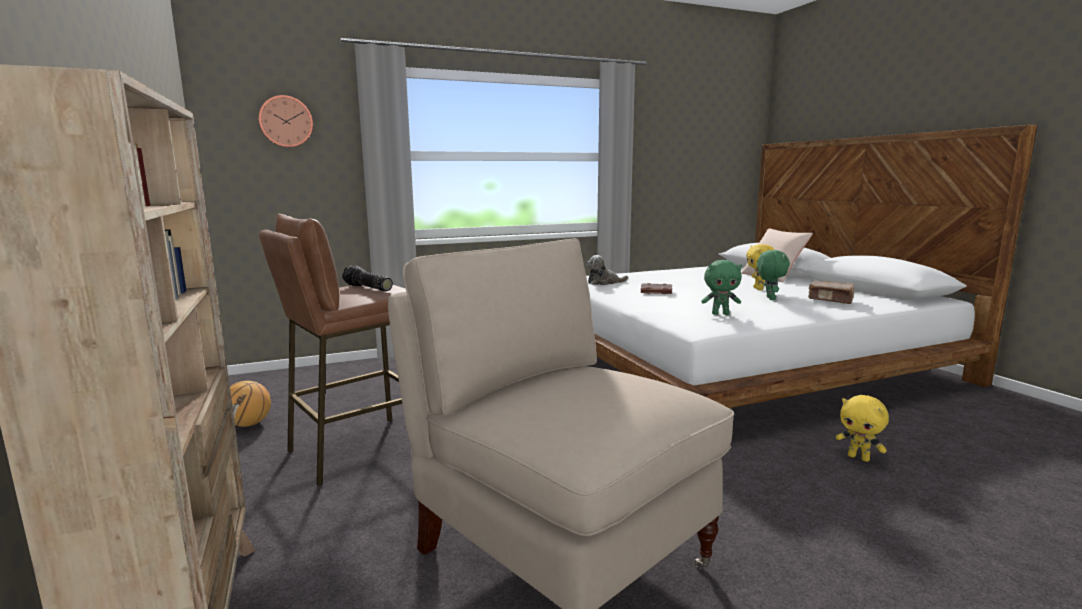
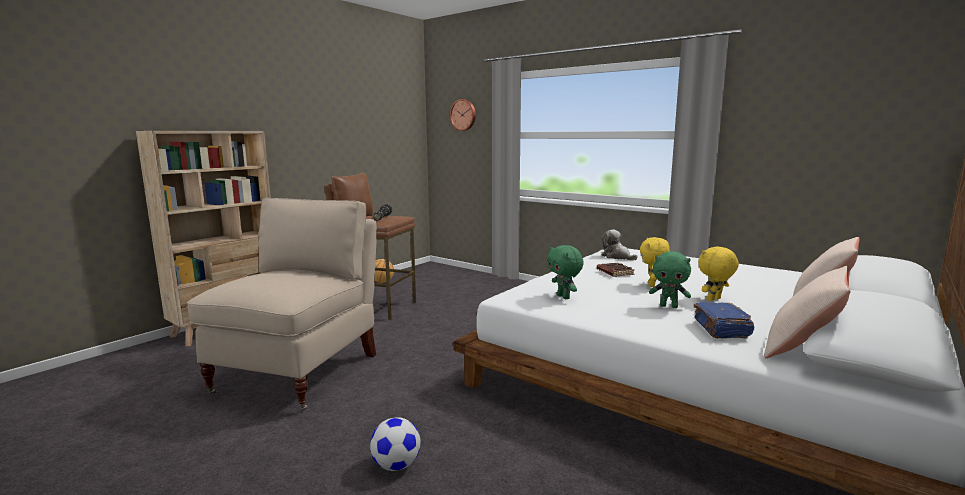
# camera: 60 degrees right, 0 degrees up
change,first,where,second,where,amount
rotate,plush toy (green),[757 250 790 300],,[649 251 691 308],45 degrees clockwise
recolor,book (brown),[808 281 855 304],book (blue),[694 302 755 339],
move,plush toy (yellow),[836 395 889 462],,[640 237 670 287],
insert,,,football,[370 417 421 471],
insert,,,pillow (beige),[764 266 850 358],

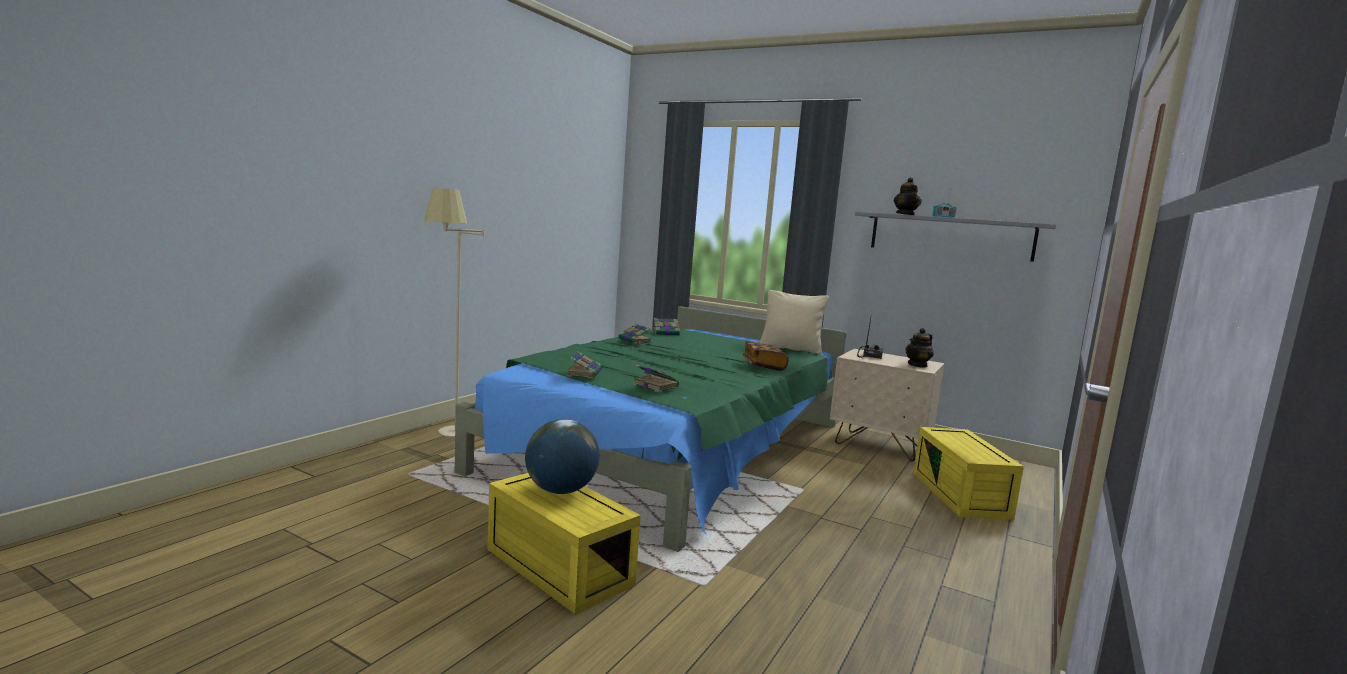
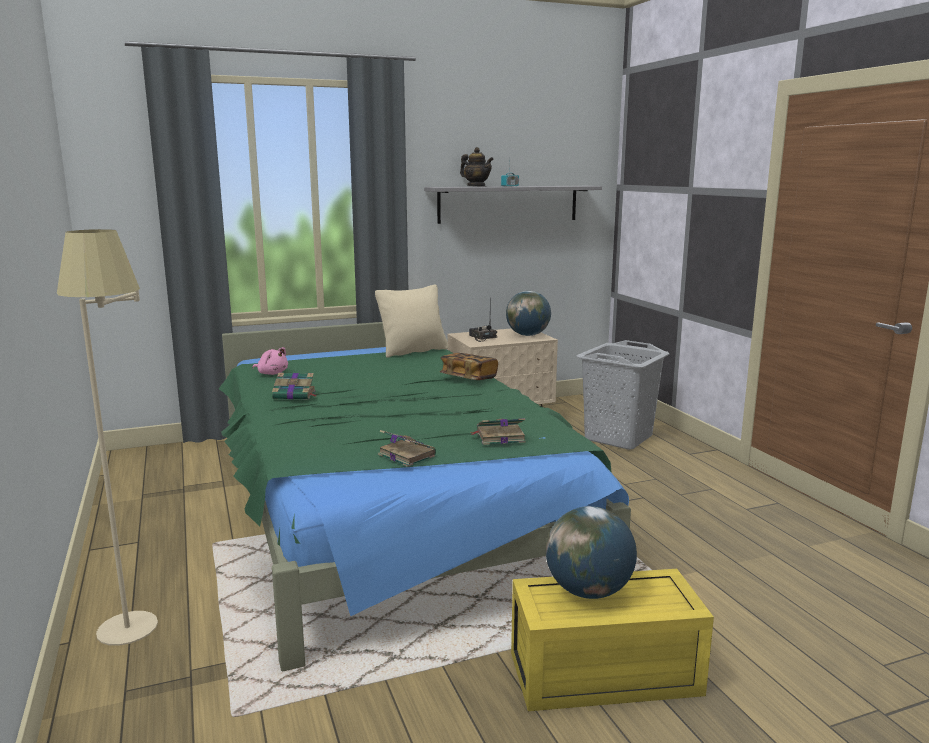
# camera: 50 degrees left, 5 degrees up
change,first,where,second,where,amount
replace,book,[653 318 683 335],plush toy (pink),[252 347 288 375],
replace,teapot,[906 328 934 368],globe,[506 291 551 336],
replace,storage box (yellow),[913 427 1024 520],laundry basket (grey),[577 340 670 450],

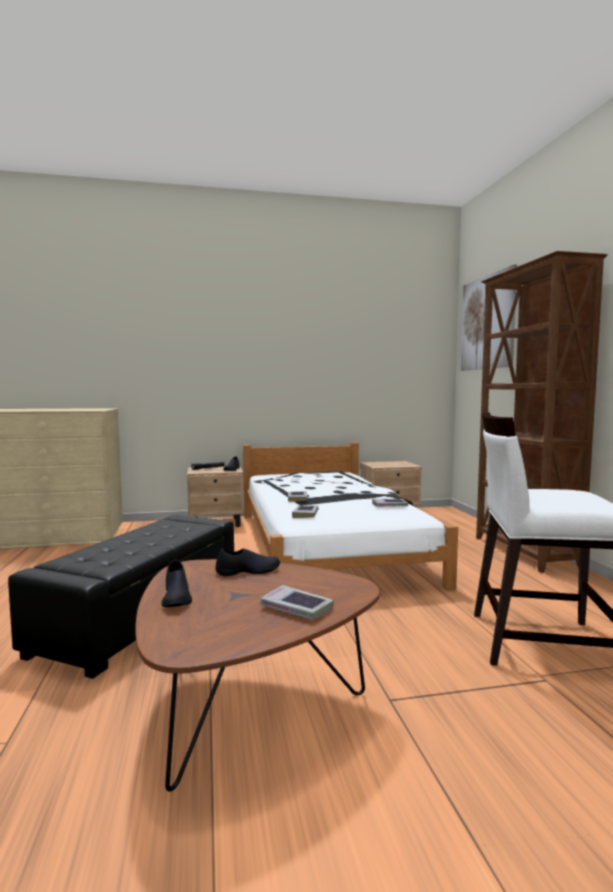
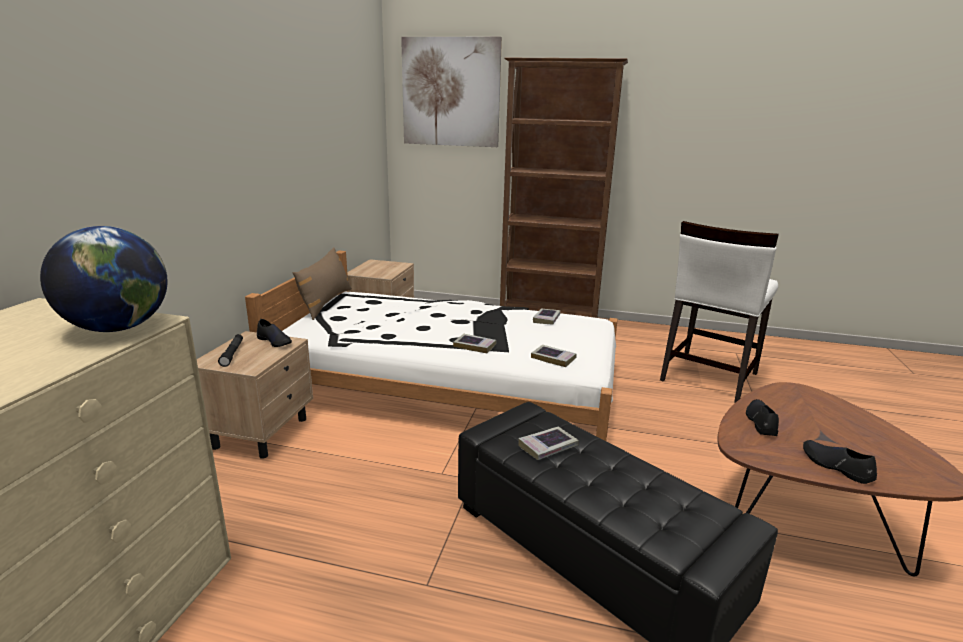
# camera: 65 degrees left, 15 degrees up
change,first,where,second,where,amount
rotate,shoe (black),[162 560 192 607],,[803 440 877 484],135 degrees counterclockwise
move,book,[261 585 334 620],,[518 427 579 460],
insert,,,globe,[40 226 167 332],
insert,,,pillow (brown),[293 247 352 320],

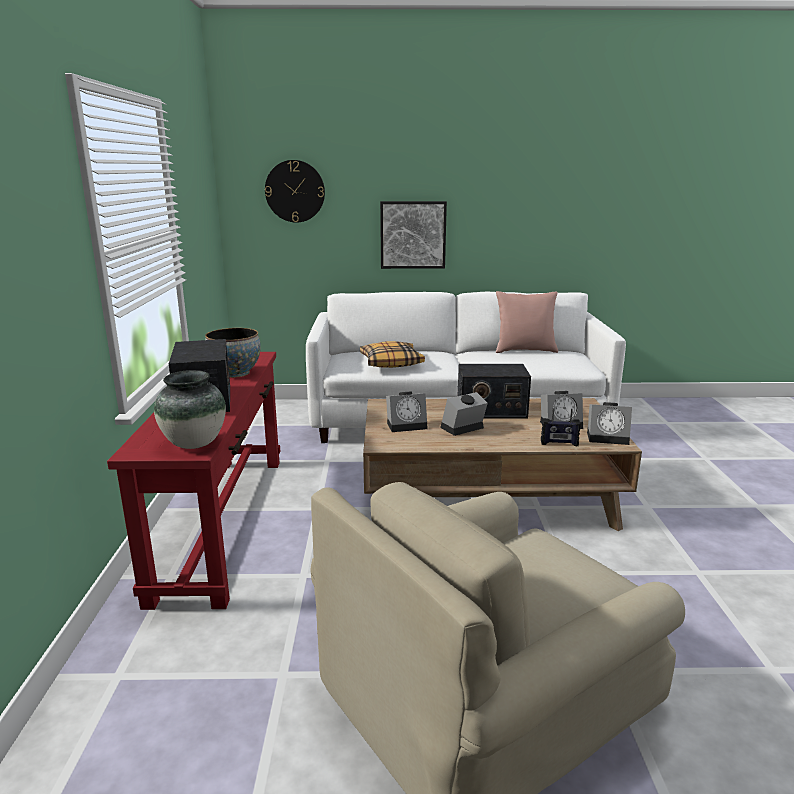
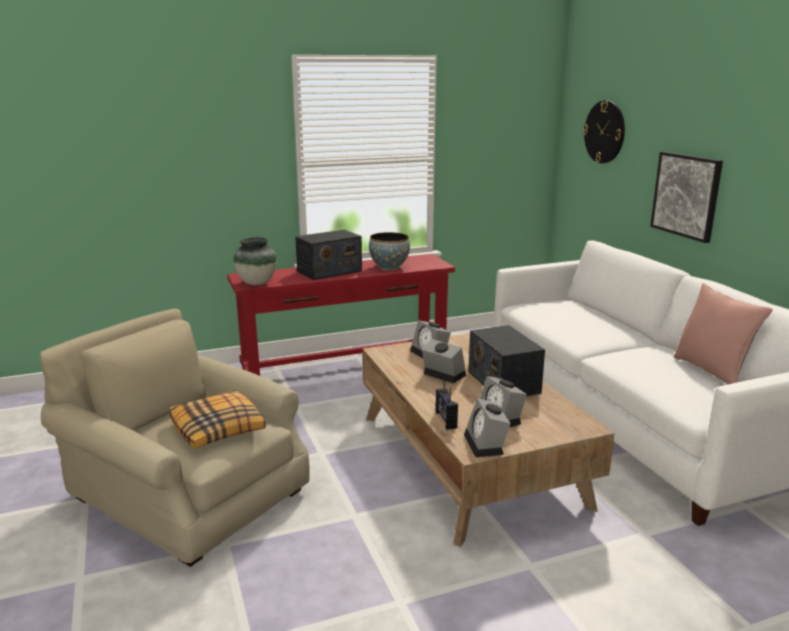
# camera: 70 degrees right, 0 degrees up
change,first,where,second,where,amount
move,pillow,[360 341 425 368],,[170 390 266 448],

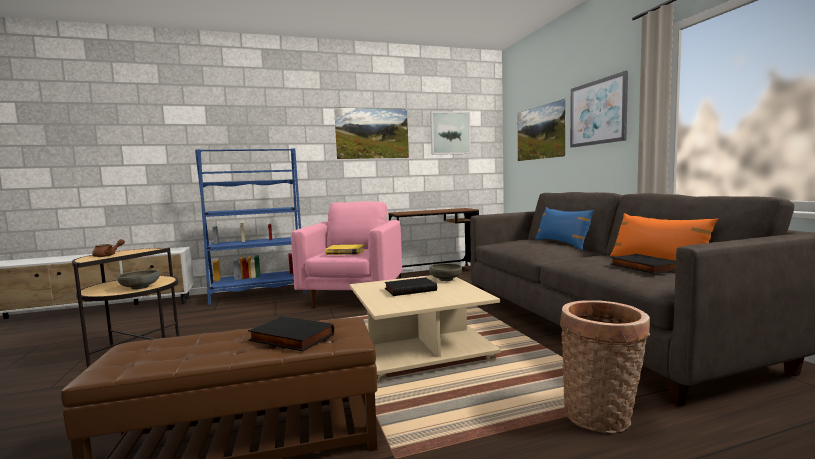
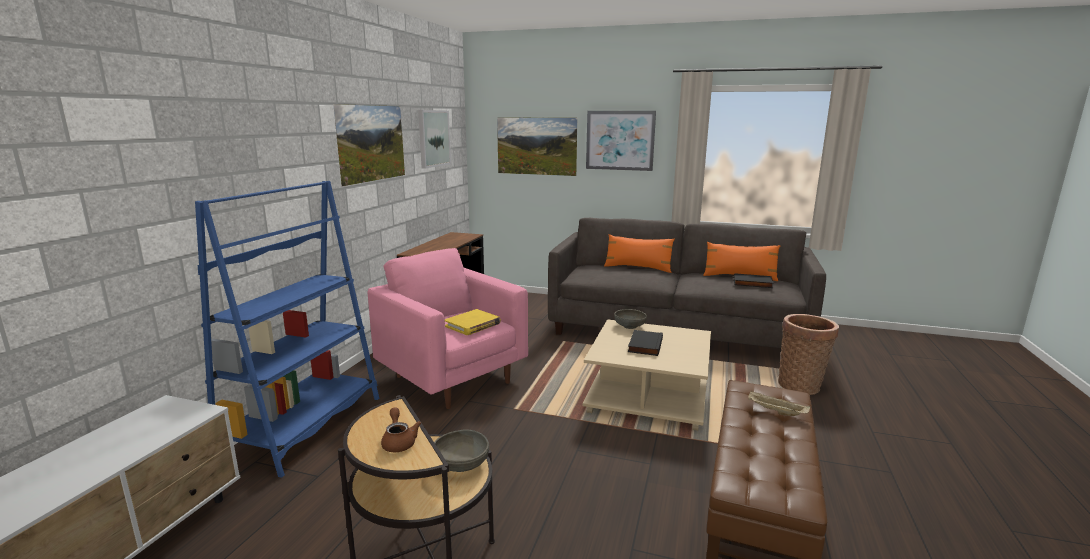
# camera: 55 degrees left, 10 degrees up
change,first,where,second,where,amount
replace,book (black),[248 316 334 351],tray (beige),[748 391 810 416],
recolor,pillow (blue),[535 207 595 250],pillow (orange),[604 234 675 273],

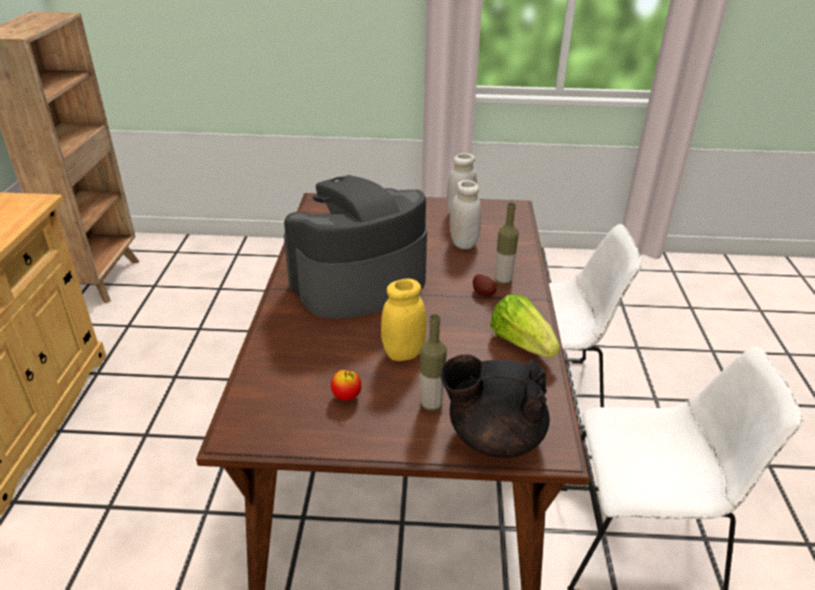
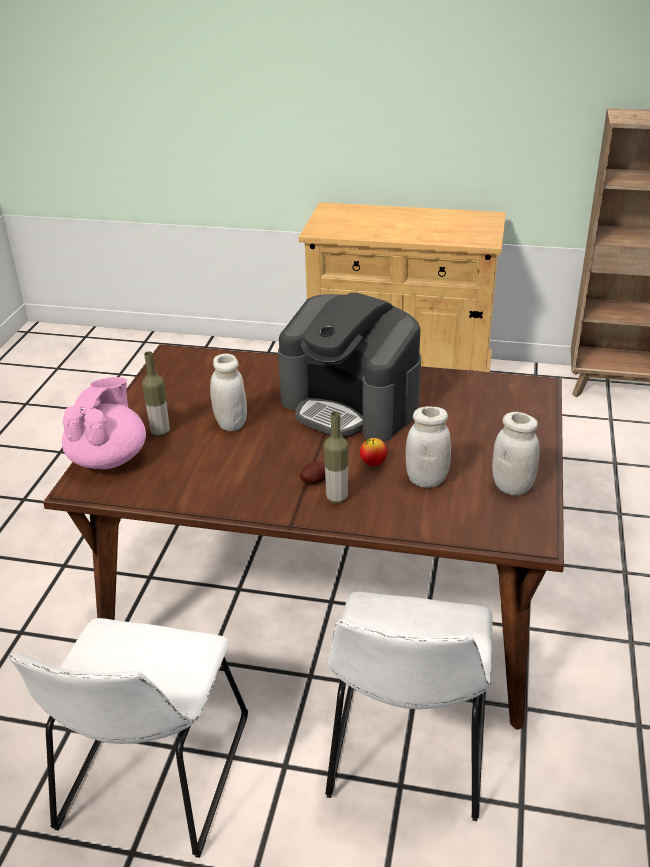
# camera: 100 degrees right, 0 degrees up
change,first,where,second,where,amount
rotate,coffee machine,[284 175 427 319],,[278 293 421 442],150 degrees clockwise
move,apple,[331 370 361 401],,[360 438 387 466],
recolor,jar (yellow),[381 279 426 361],jar (white),[210 354 247 431],
recolor,teapot (black),[441 355 550 458],teapot (pink),[62 377 146 470],
delete,lettuce,[490 294 560 358],,,

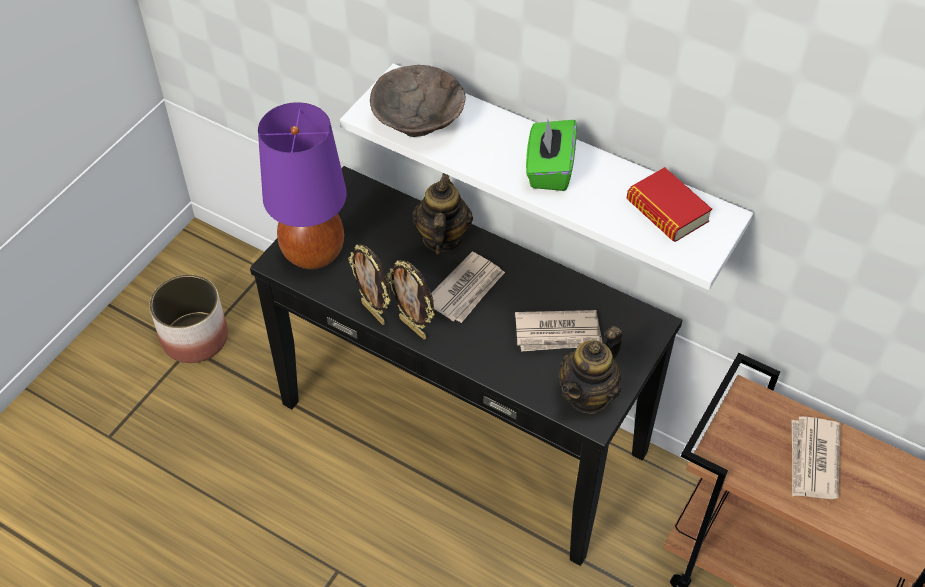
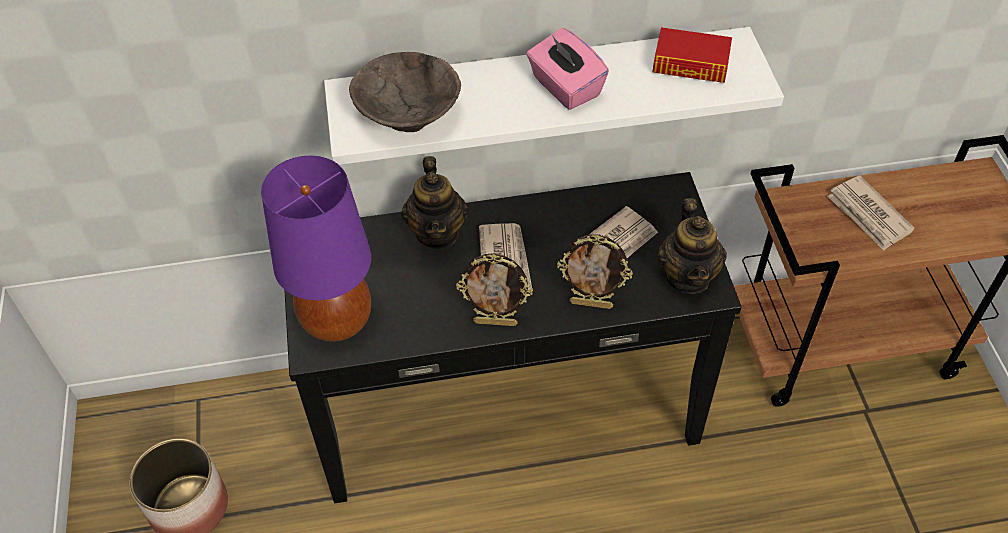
# camera: 40 degrees left, 0 degrees up
change,first,where,second,where,amount
move,picture frame,[348 245 391 325],,[557 234 633 309],
rotate,teapot,[412 173 473 255],,[401 156 468 249],150 degrees counterclockwise
recolor,tissue box (green),[526 119 577 191],tissue box (pink),[526 28 609 110],

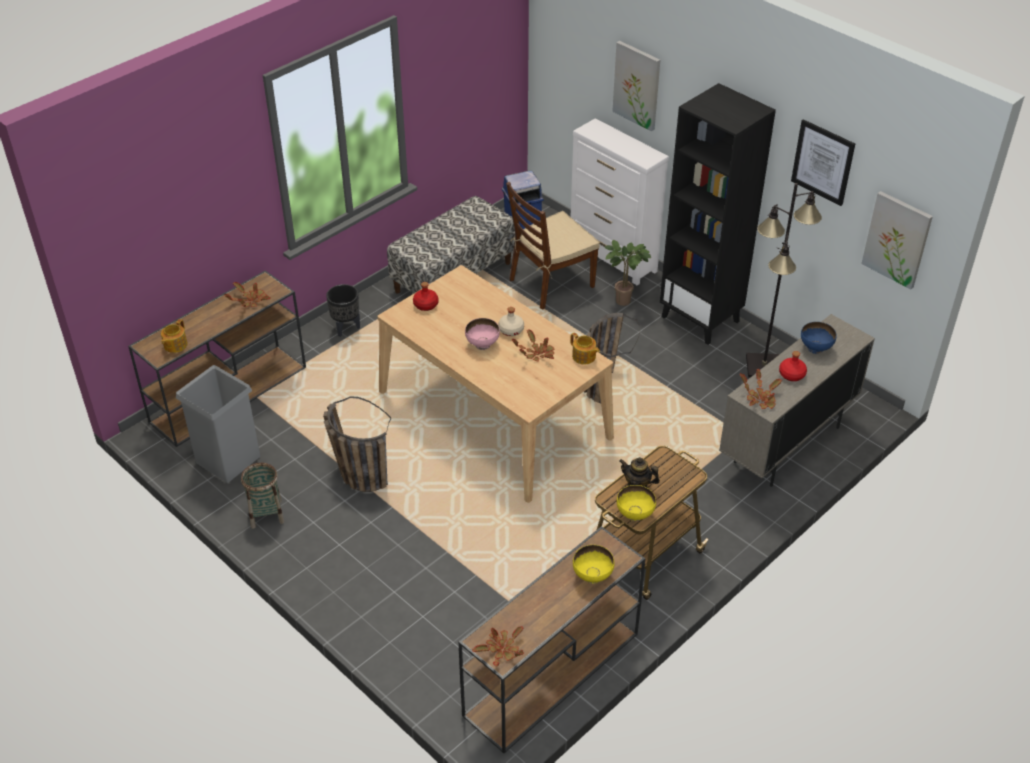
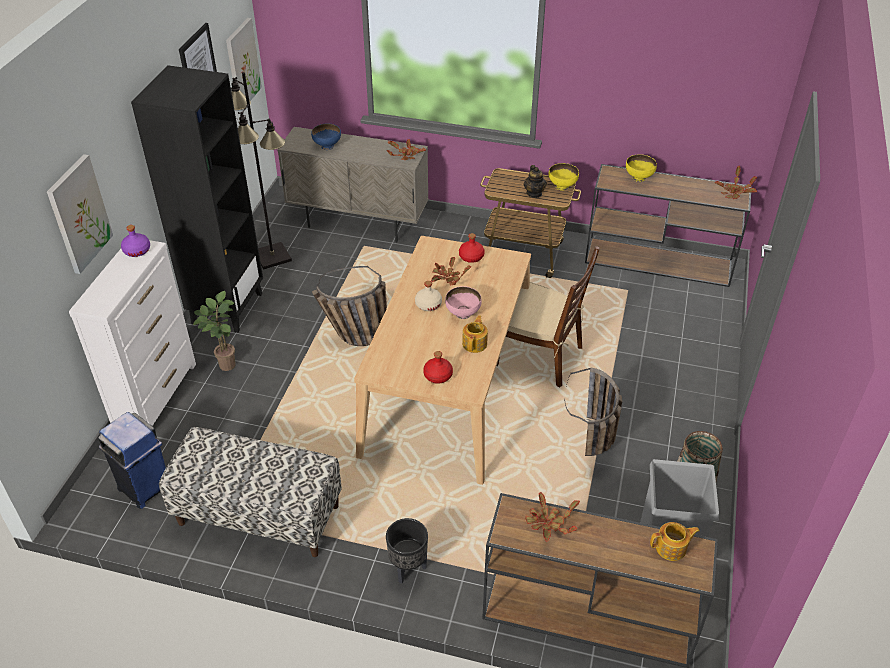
# camera: 120 degrees left, 0 degrees up
change,first,where,second,where,amount
move,chair (brown),[506 182 600 310],,[497 246 599 388],
move,teapot,[570 333 600 364],,[462 315 488 353],
move,bottle (red),[779 351 807 381],,[459 233 485 263],
insert,,,bottle (purple),[121 225 150 257],

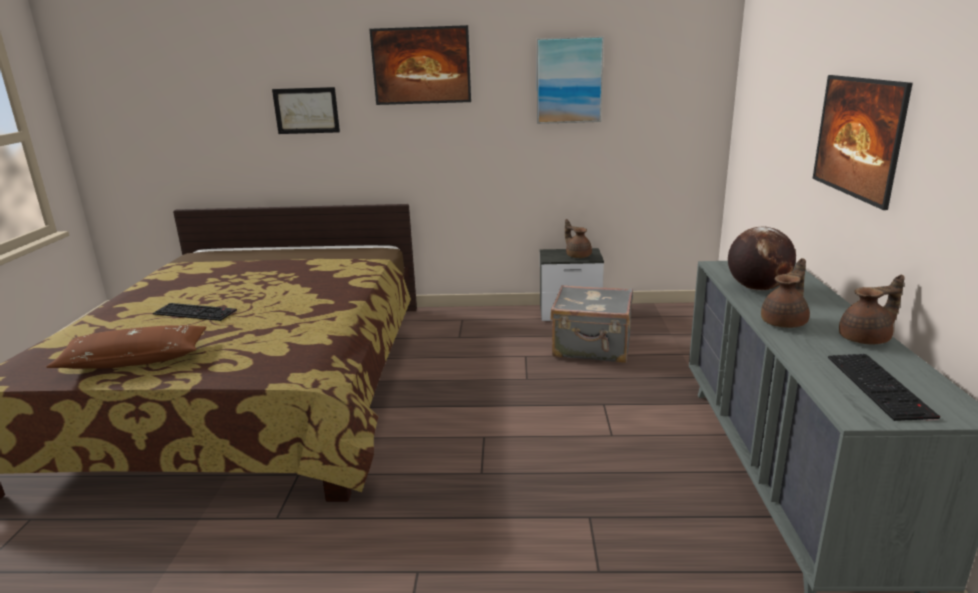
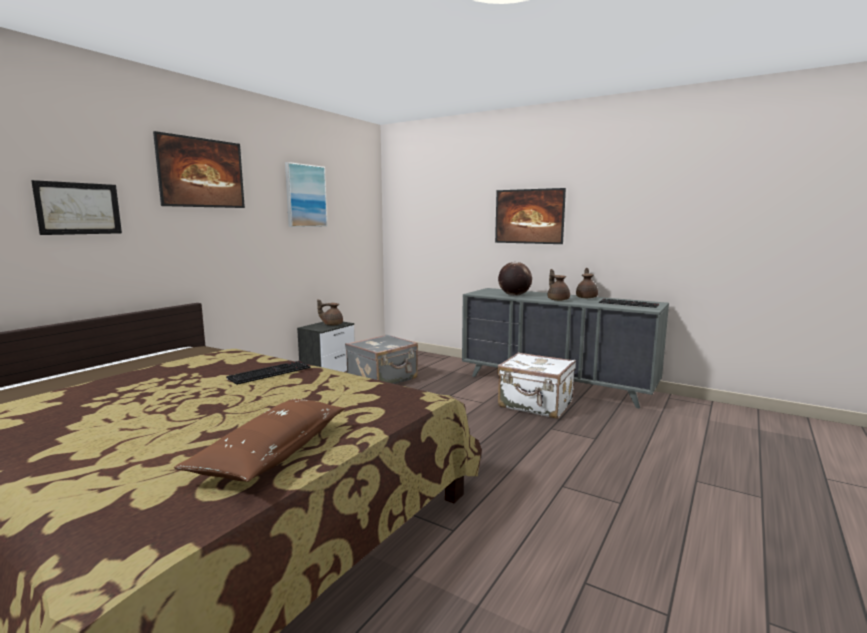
# camera: 60 degrees left, 10 degrees down
change,first,where,second,where,amount
move,keyboard,[153 303 237 321],,[226 361 311 385],
insert,,,suitcase (white),[497 352 576 419],

